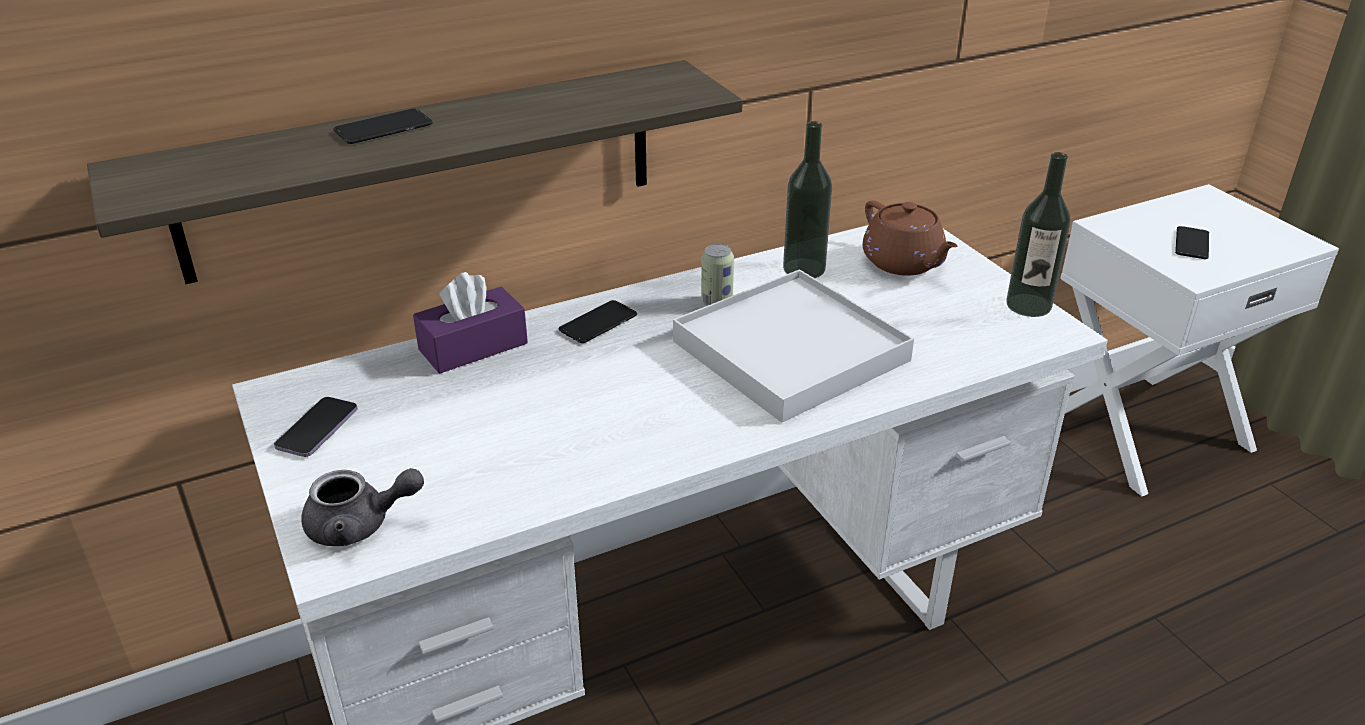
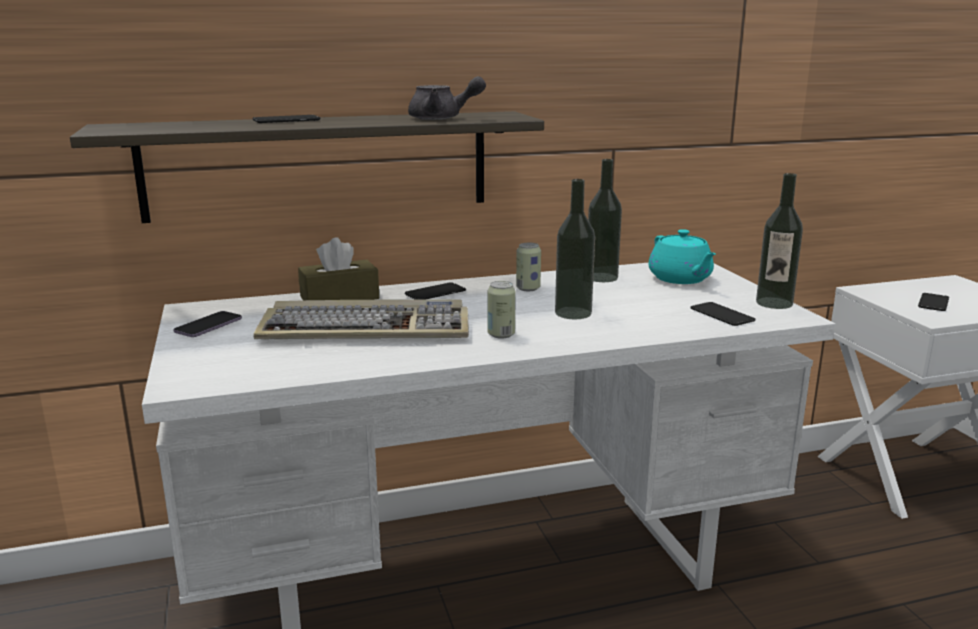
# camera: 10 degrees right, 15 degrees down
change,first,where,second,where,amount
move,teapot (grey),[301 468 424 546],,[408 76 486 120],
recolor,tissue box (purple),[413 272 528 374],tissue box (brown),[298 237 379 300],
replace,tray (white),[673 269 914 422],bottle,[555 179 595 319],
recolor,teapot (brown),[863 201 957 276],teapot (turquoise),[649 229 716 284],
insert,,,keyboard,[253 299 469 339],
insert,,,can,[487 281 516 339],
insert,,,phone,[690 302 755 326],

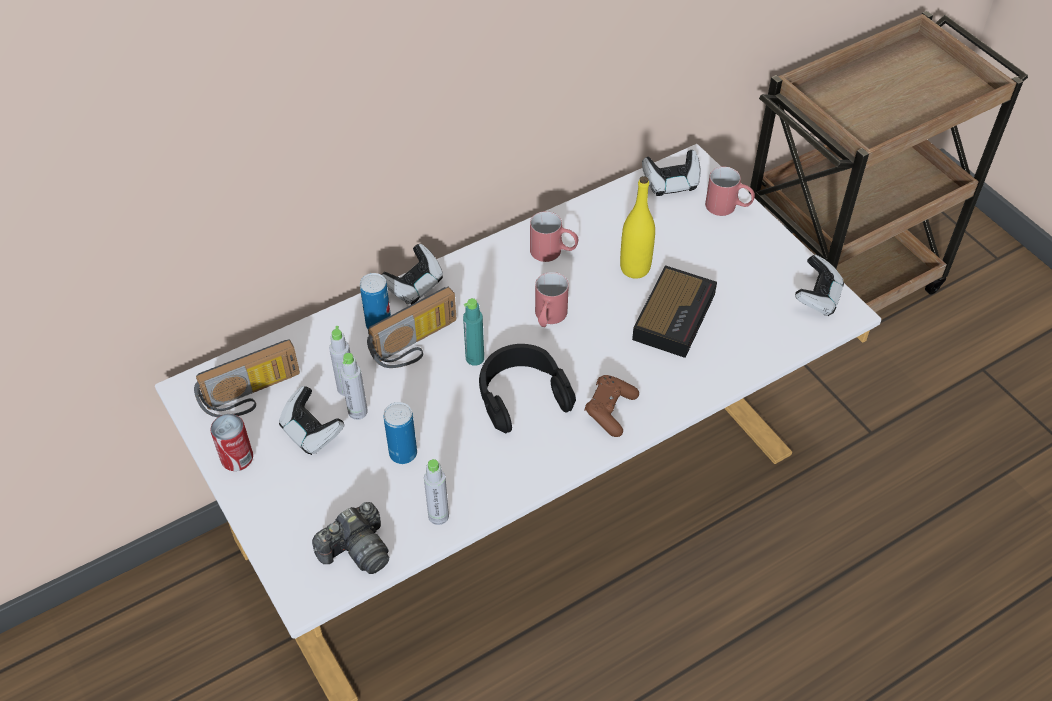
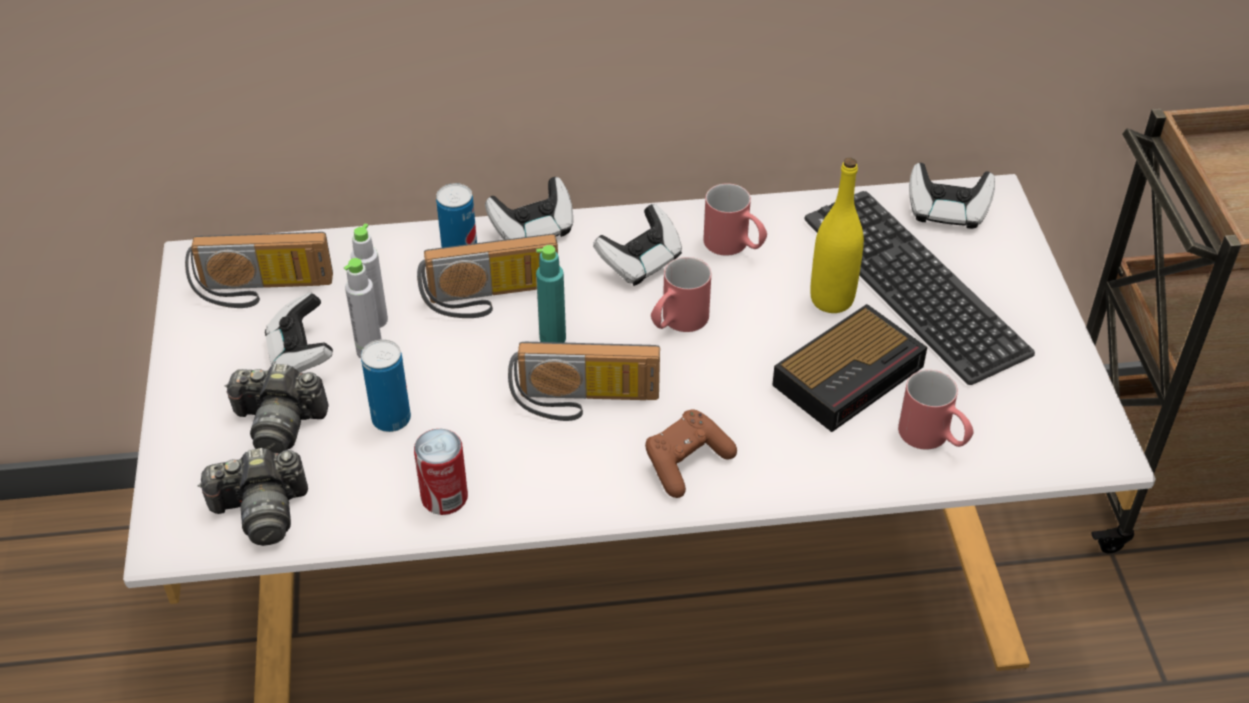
# camera: 25 degrees right, 5 degrees down
change,first,where,second,where,amount
move,can,[210 414 253 471],,[414 429 468 515],
delete,bottle (grey),[424 459 449 525],,,
replace,headphones (black),[479 344 576 434],radio,[508 342 660 421],
move,mug (red),[705 167 755 216],,[898 370 974 450],
move,game controller,[795 254 844 316],,[593 204 682 286],
insert,,,photo camera,[224 364 329 453],
insert,,,keyboard,[804 191 1035 385],

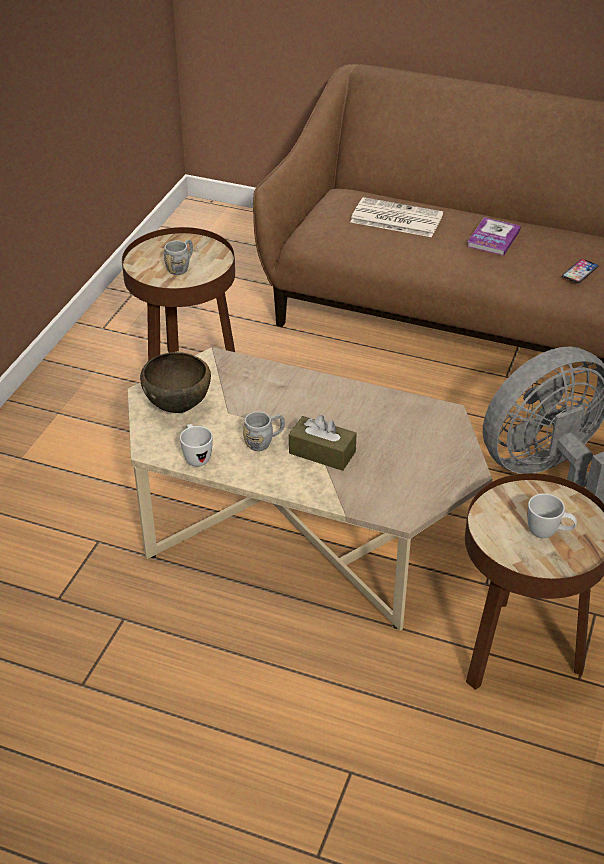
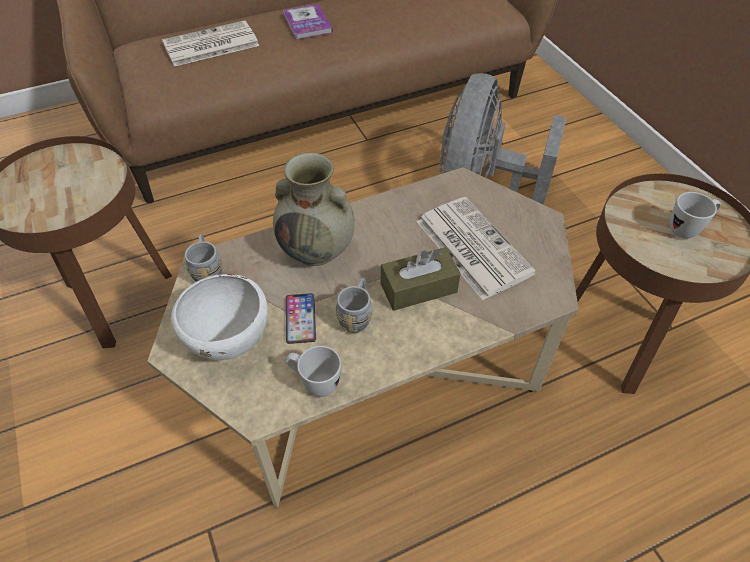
# camera: 45 degrees left, 10 degrees up
change,first,where,second,where,amount
recolor,bowl (brown),[140 352 211 413],bowl (white),[171 274 268 360],
move,mug (grey),[164 240 193 275],,[185 234 222 282],
move,phone,[562 259 599 283],,[286 293 316 344],
insert,,,vase (beige),[273 152 355 266],
insert,,,newspaper,[416 197 536 300],

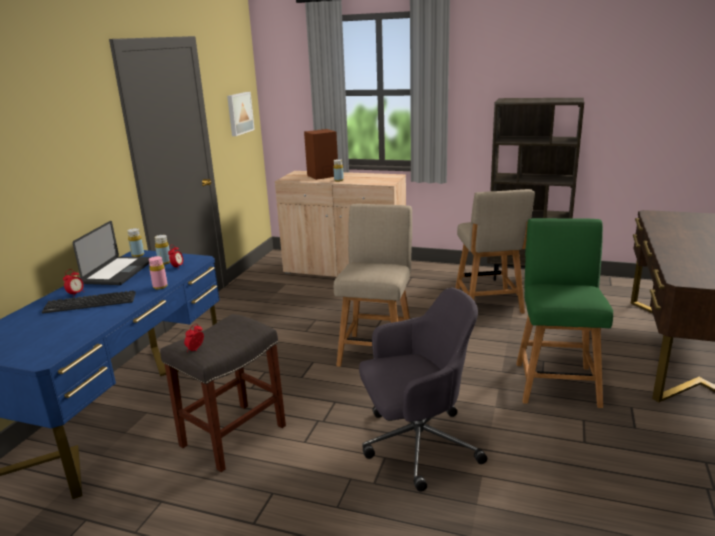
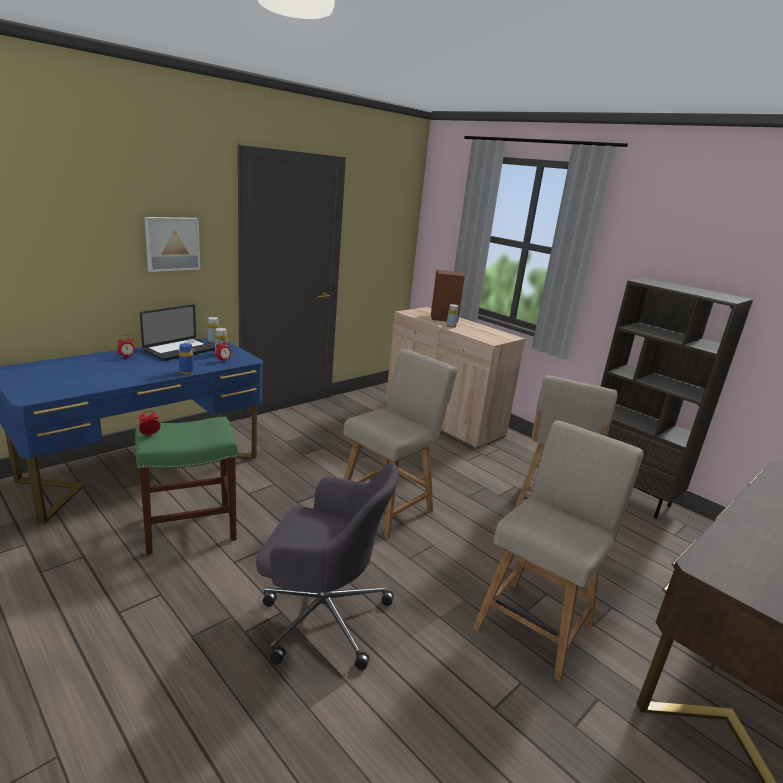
# camera: 25 degrees right, 0 degrees up
change,first,where,second,where,amount
delete,keyboard,[42 291 136 314],,,
recolor,bottle (pink),[149 256 168 289],bottle (blue),[179 343 194 374],
recolor,stool (grey),[160 314 286 472],stool (green),[135 417 238 555],
move,picture,[227 92 255 136],,[144 217 200 272],
recolor,chair (green),[516 218 613 408],chair (beige),[473 420 644 681],

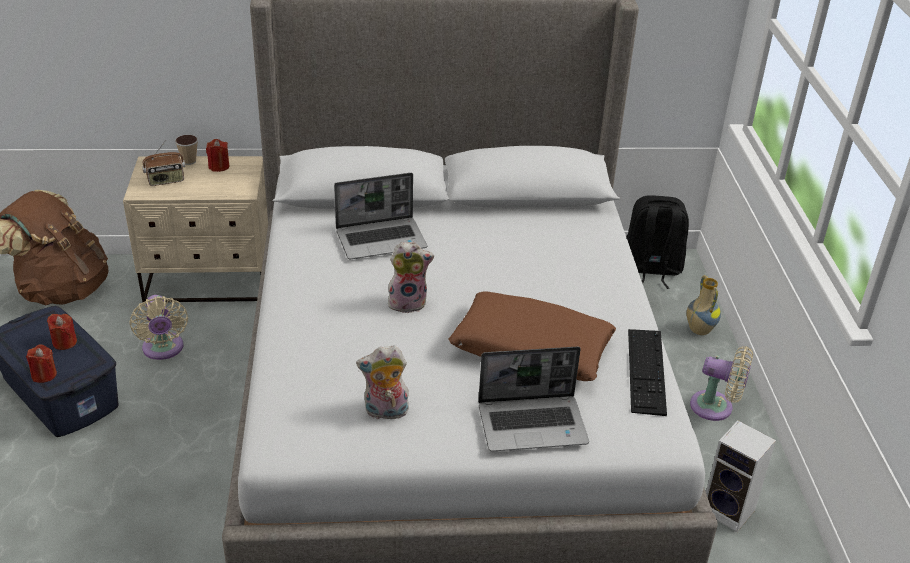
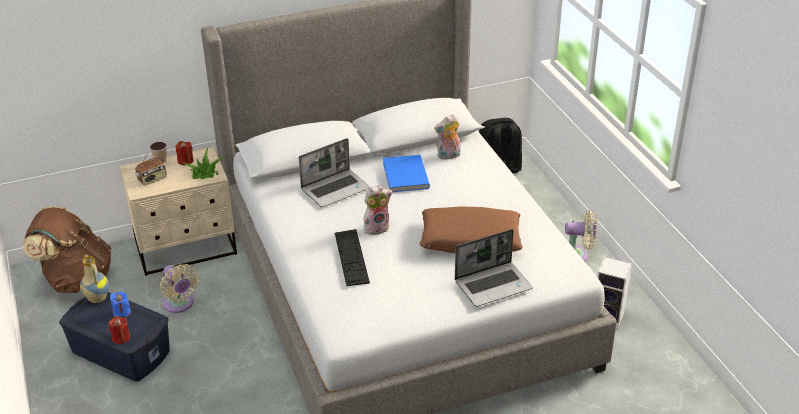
# camera: 15 degrees left, 0 degrees up
change,first,where,second,where,amount
recolor,candle (red),[47 314 77 350],candle (blue),[110 291 131 318],
move,plush toy,[356 345 410 420],,[434 114 461 160],
move,keyboard,[628 329 667 416],,[335 229 370 286],
move,vase,[686 275 721 335],,[80 255 109 303],
insert,,,potted plant,[182 148 226 179],
insert,,,book (blue),[383 155 430 192],

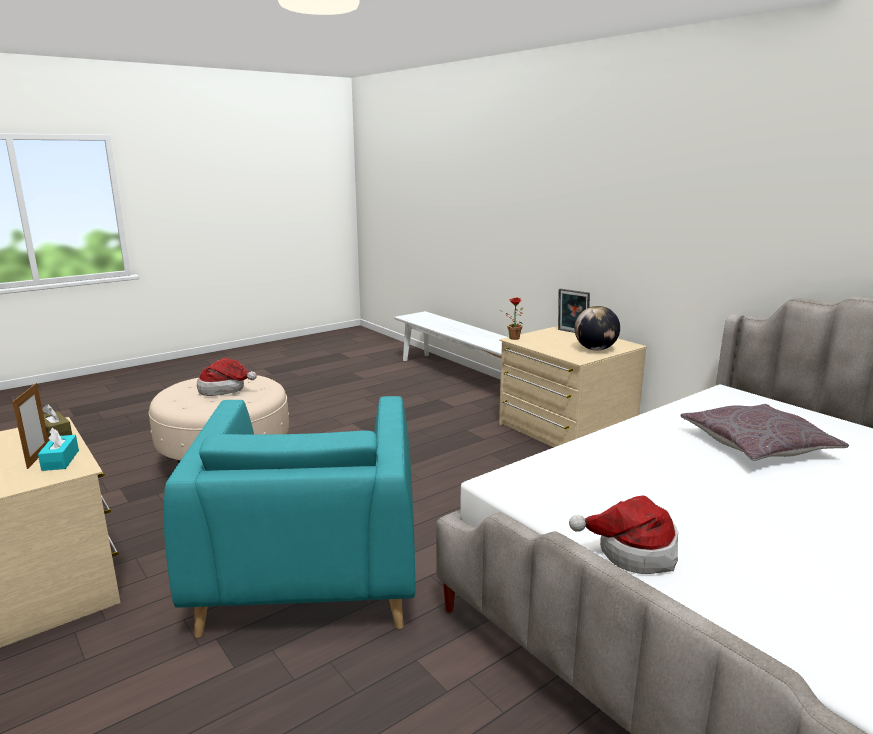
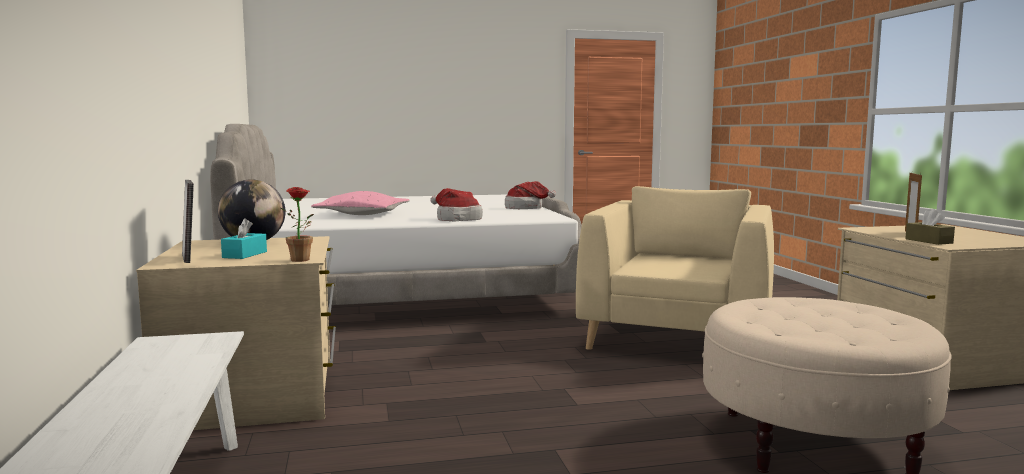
# camera: 155 degrees left, 10 degrees down
change,first,where,second,where,amount
move,tissue box (turquoise),[38 427 79 471],,[221 218 267 259],
recolor,armchair (turquoise),[164 396 415 638],armchair (beige),[576 186 774 350],
move,hat,[197 357 257 396],,[430 188 483 222],
recolor,pillow (grey),[681 404 849 461],pillow (pink),[311 191 410 215],

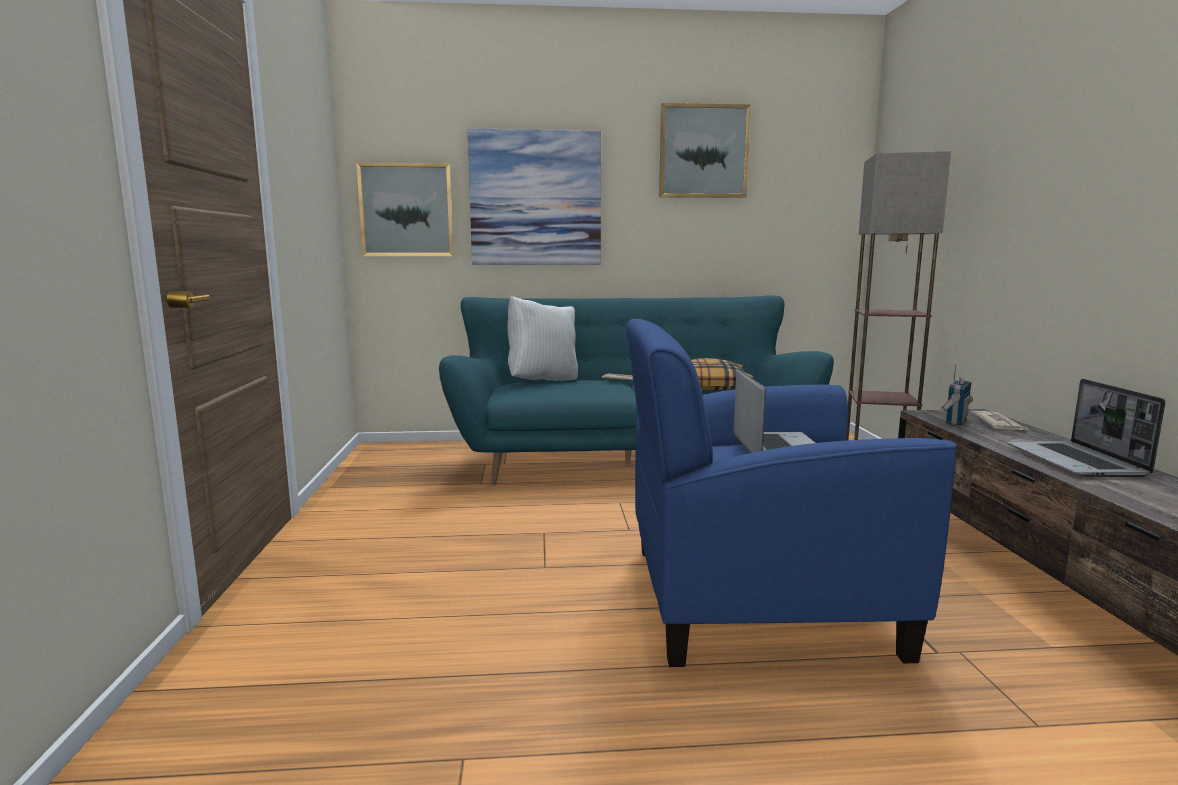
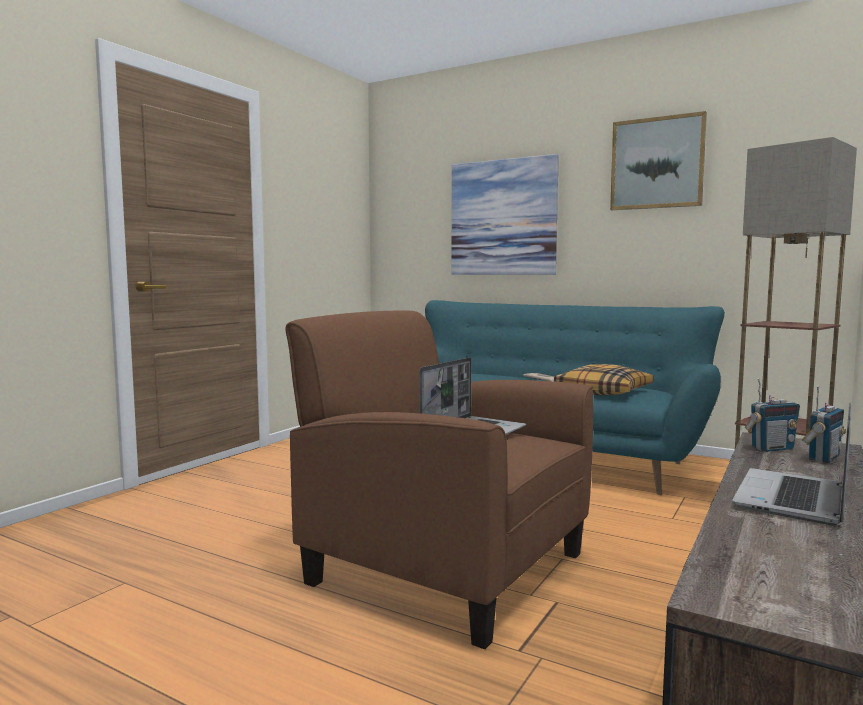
# camera: 35 degrees right, 5 degrees down
change,first,where,second,where,amount
delete,picture,[356 162 454 256],,,
delete,pillow (white),[507 295 578 381],,,
recolor,armchair (blue),[625 319 957 667],armchair (brown),[285 311 593 649],
replace,newspaper,[971 411 1027 430],radio,[802 385 846 463],

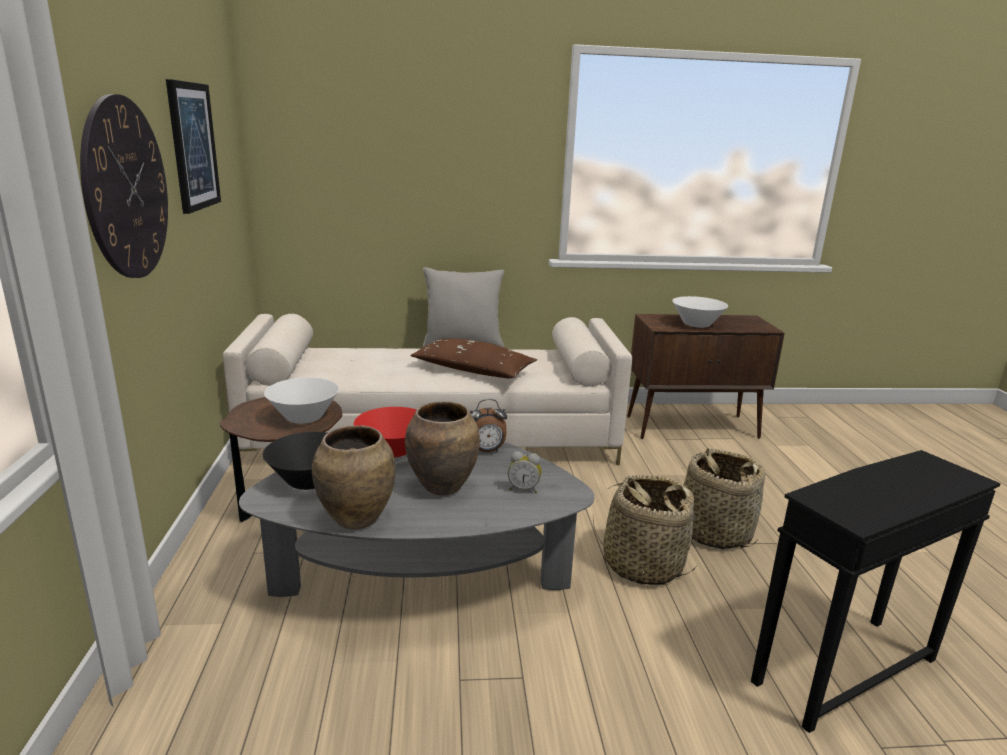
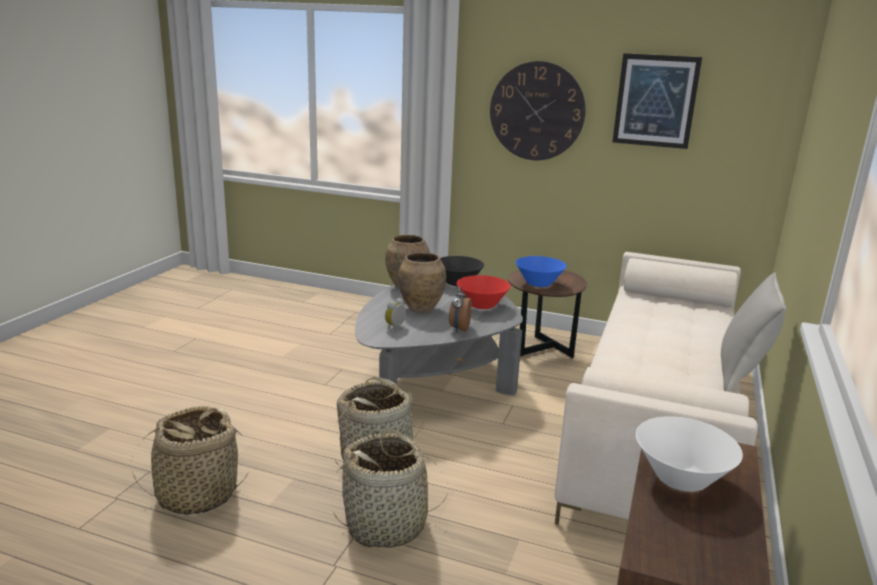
# camera: 115 degrees right, 0 degrees up
change,first,where,second,where,amount
recolor,bowl (white),[264 378 339 424],bowl (blue),[516 256 567 287],
delete,pillow (brown),[410 339 537 378],,,
replace,side table (black),[751 450 1001 733],basket,[132 406 248 515],

